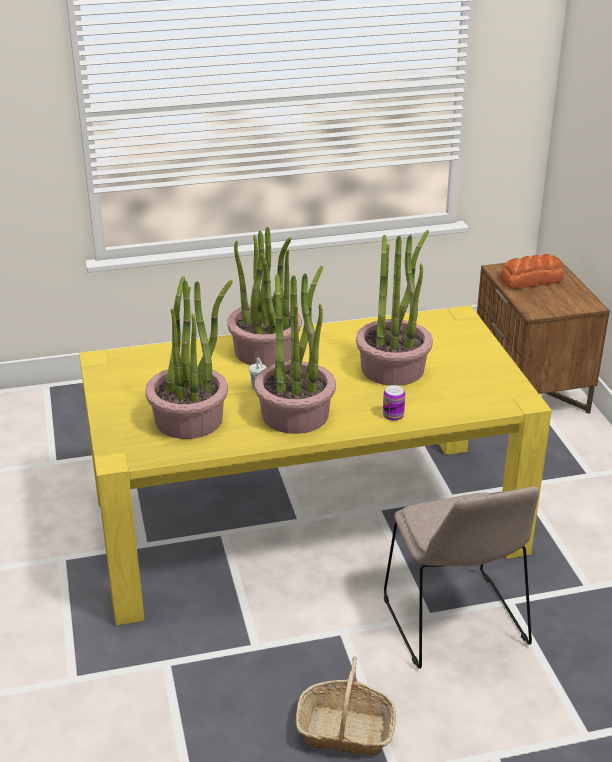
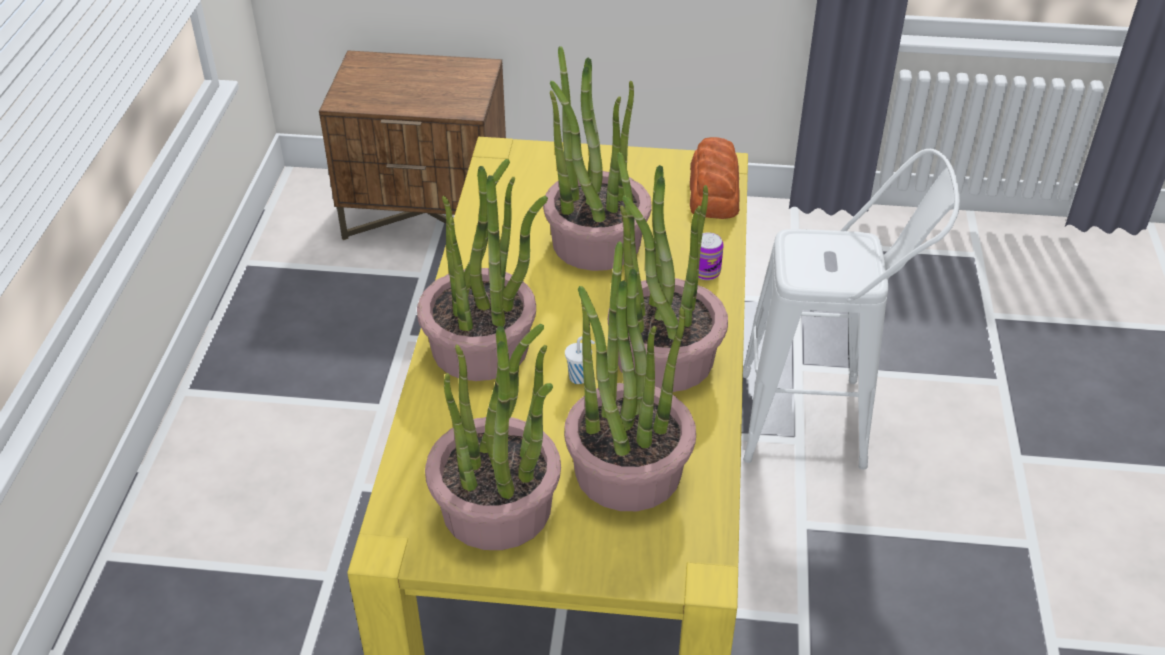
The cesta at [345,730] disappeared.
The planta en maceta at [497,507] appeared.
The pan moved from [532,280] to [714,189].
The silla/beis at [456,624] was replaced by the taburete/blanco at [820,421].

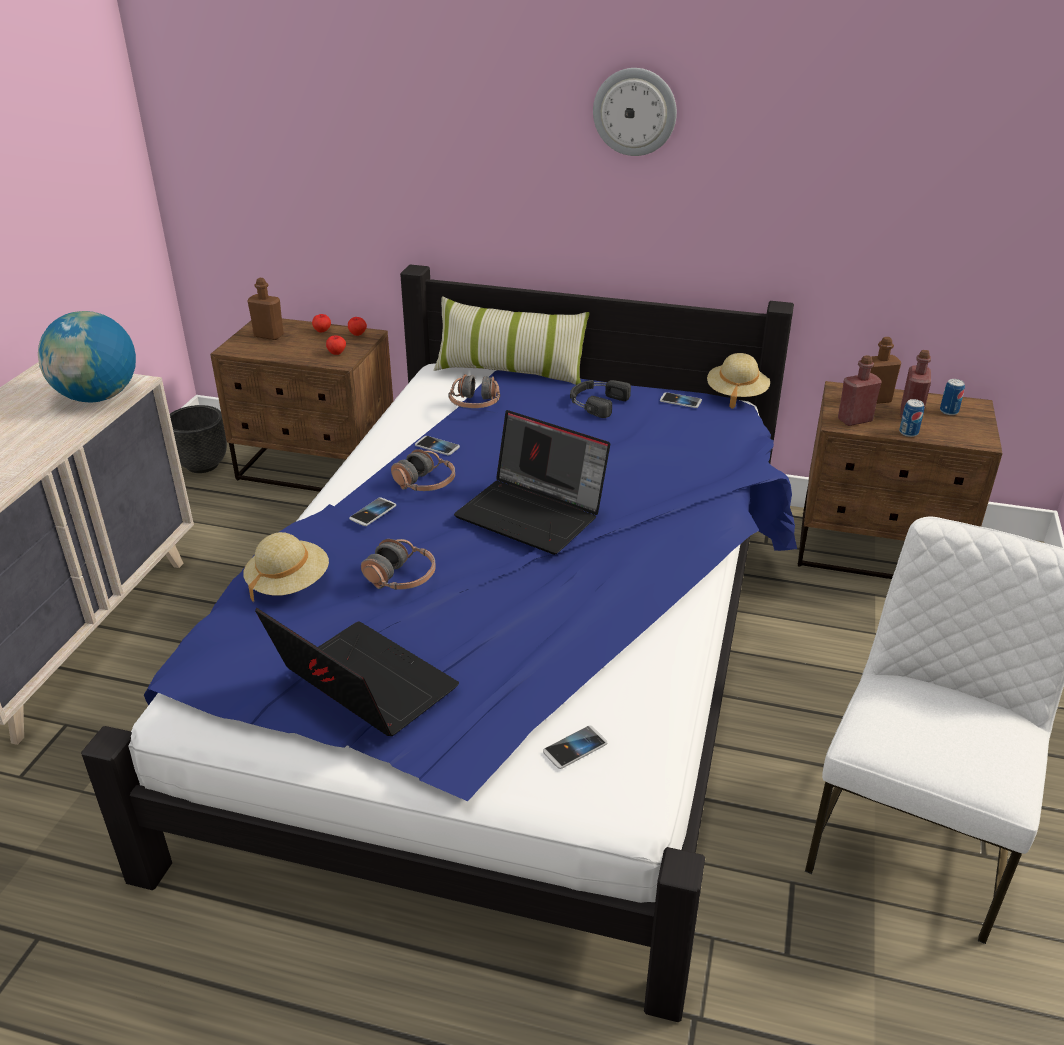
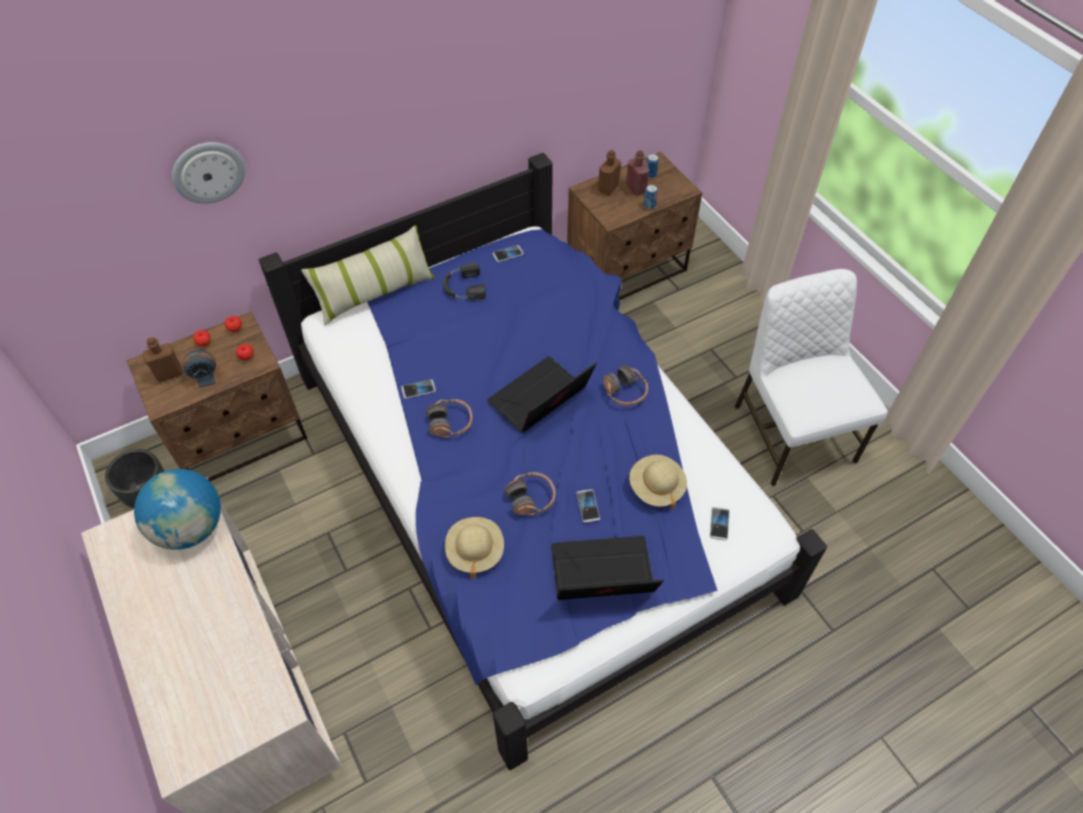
The botella/rojo at [854,420] disappeared.
The despertador at [206,377] appeared.
The móvil moved from [373,513] to [588,506].
The auriculares moved from [475,404] to [625,392].
The reloj de pared moved from [635,112] to [208,172].
The sombrero/beis moved from [736,394] to [656,487].
The portátil at [533,514] turned 150 degrees clockwise.

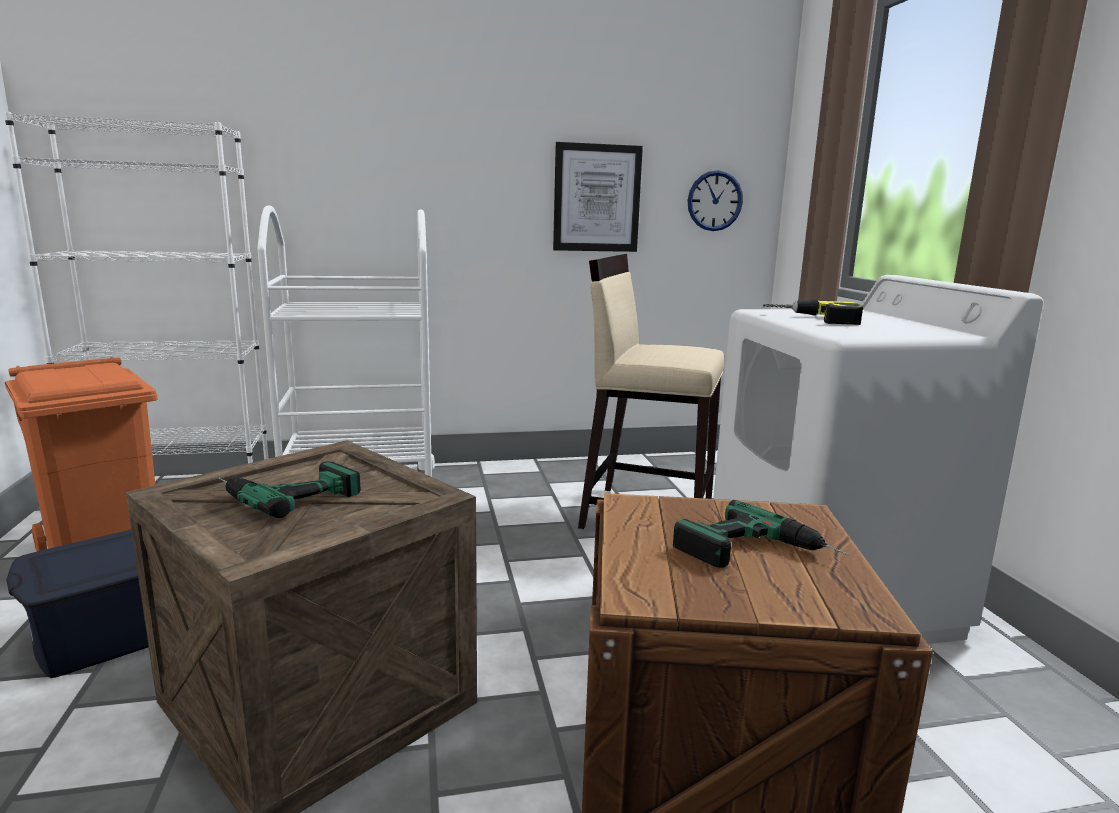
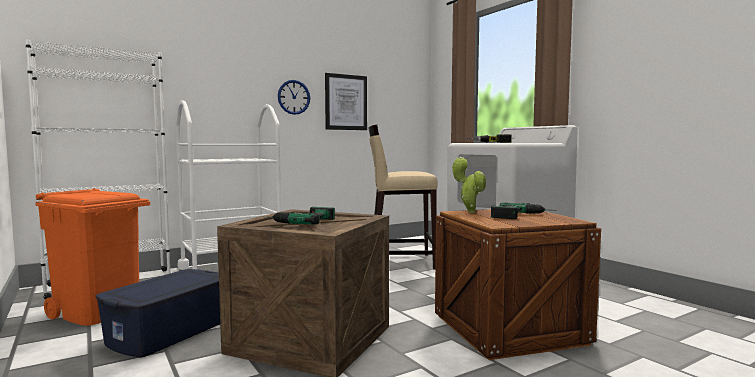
The planta en maceta at [469,211] appeared.
The reloj de pared moved from [714,201] to [294,97].

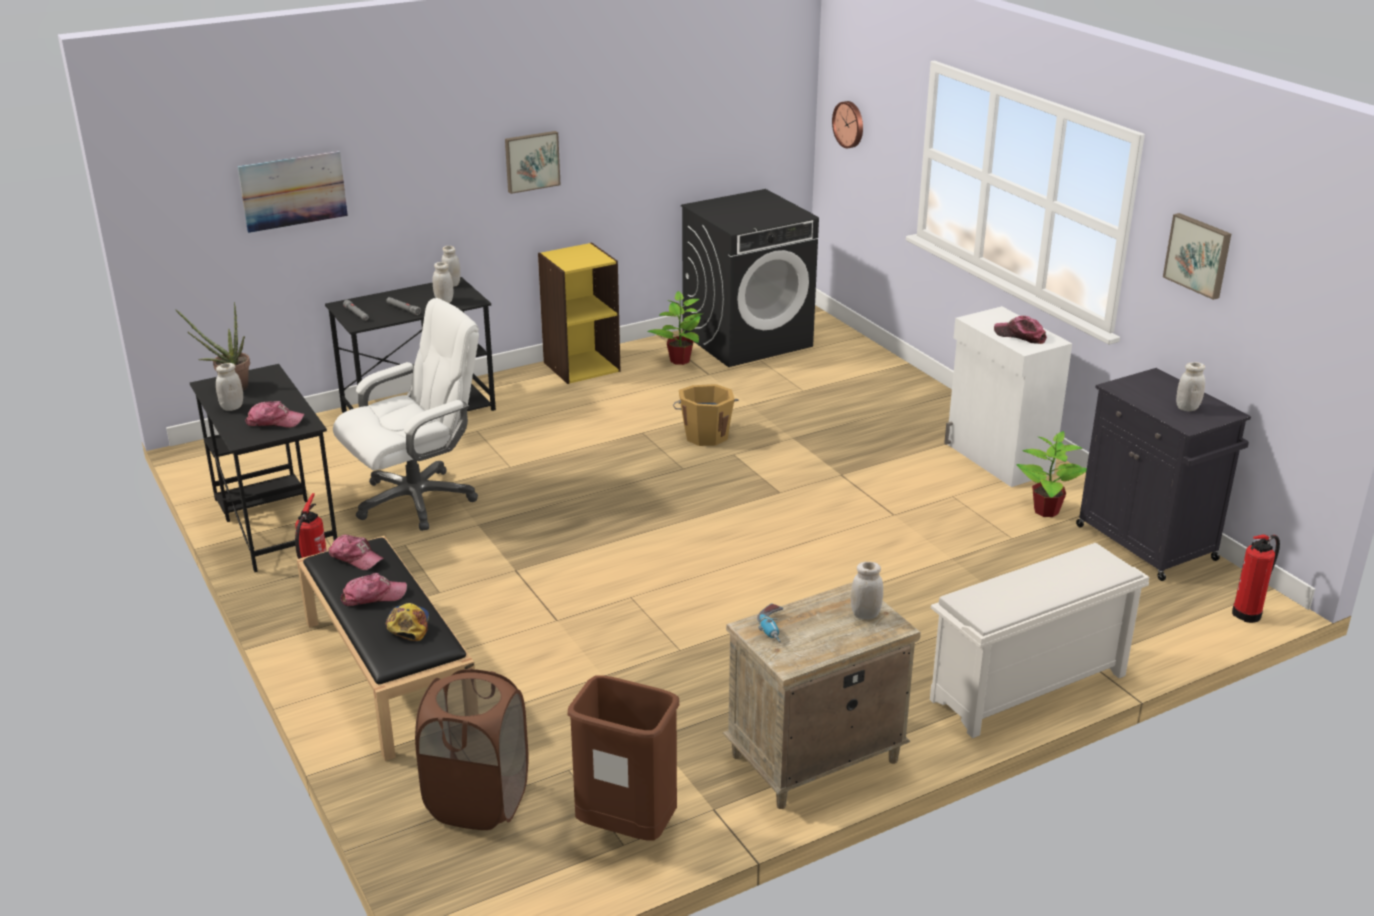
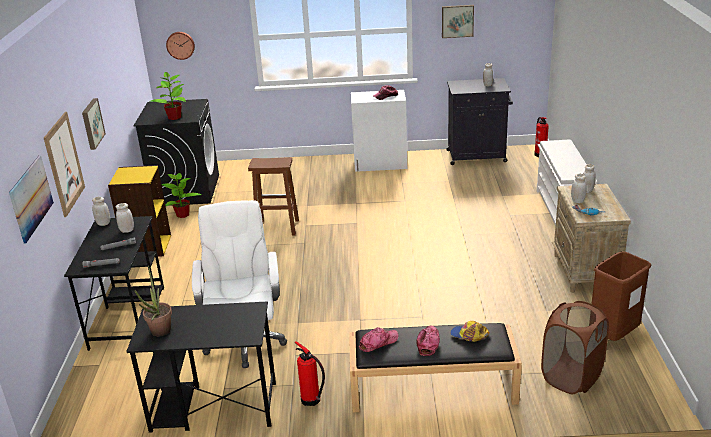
The gorra at [274,421] disappeared.
The cuadro at [64,164] appeared.
The tarro/blanco moved from [232,407] to [577,201].
The planta en maceta moved from [1045,511] to [174,117].
The cubo/naranja at [706,435] was replaced by the taburete/marrón at [276,228].

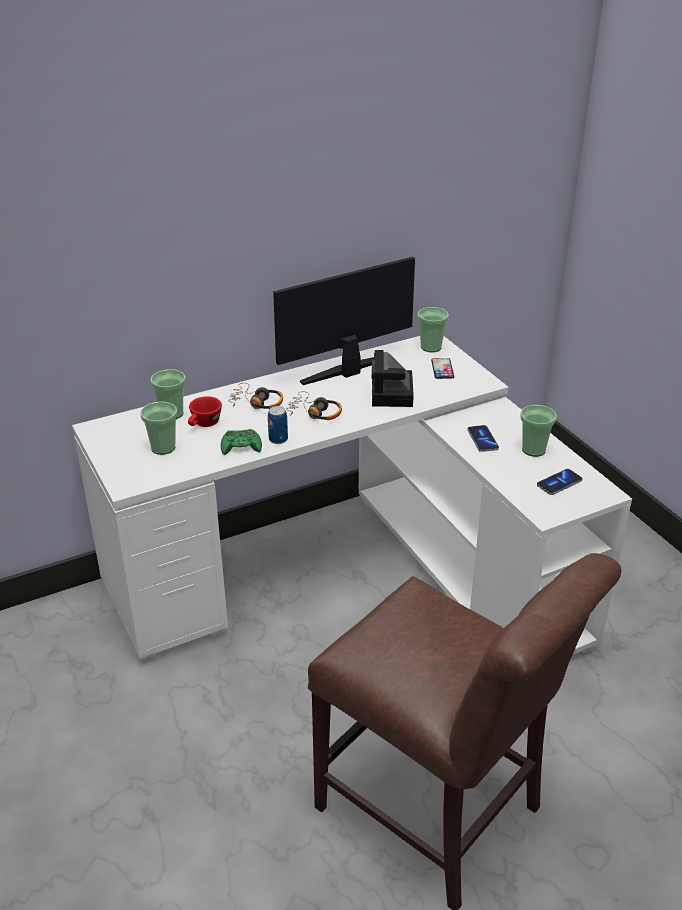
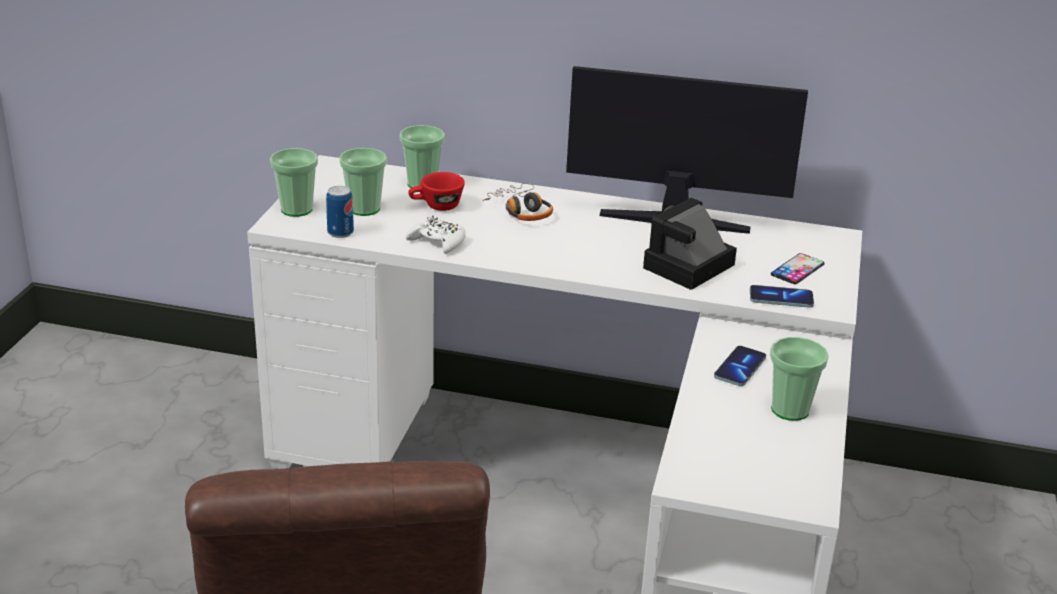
The auriculares at [314,413] disappeared.
The lata moved from [278,439] to [340,232].
The taza moved from [431,347] to [296,209].
The móvil moved from [559,483] to [781,298].
The mando de consola/verde at [241,447] became the mando de consola/blanco at [437,242].

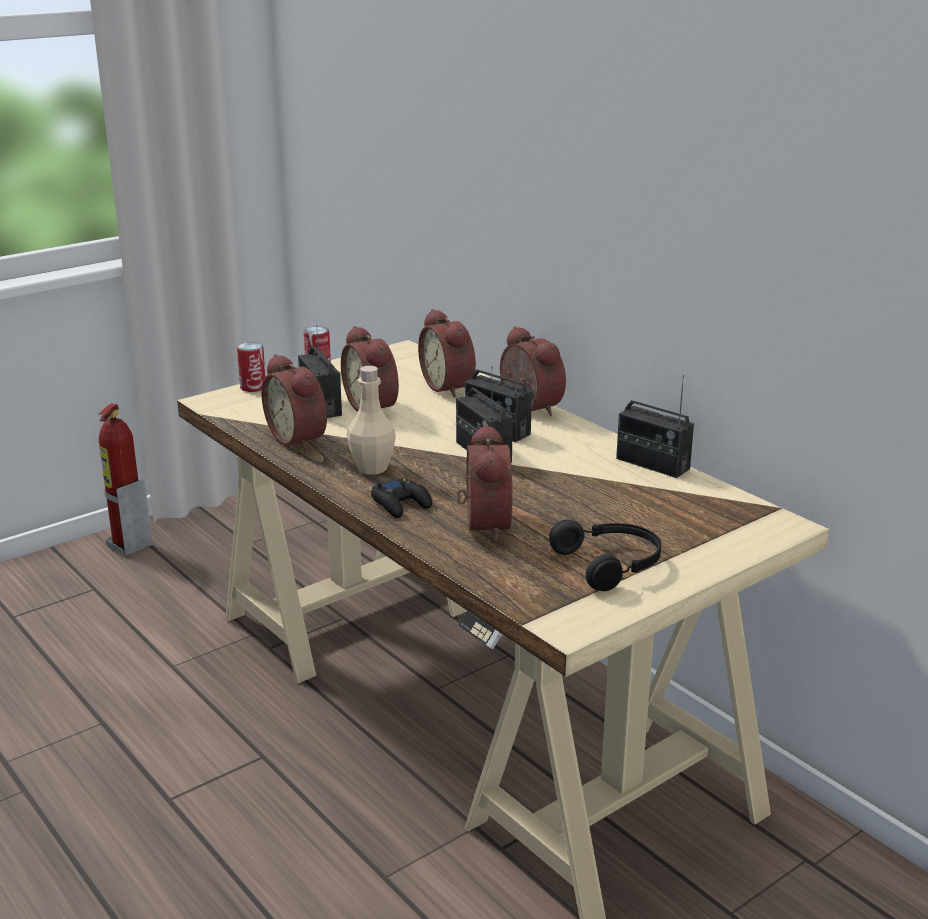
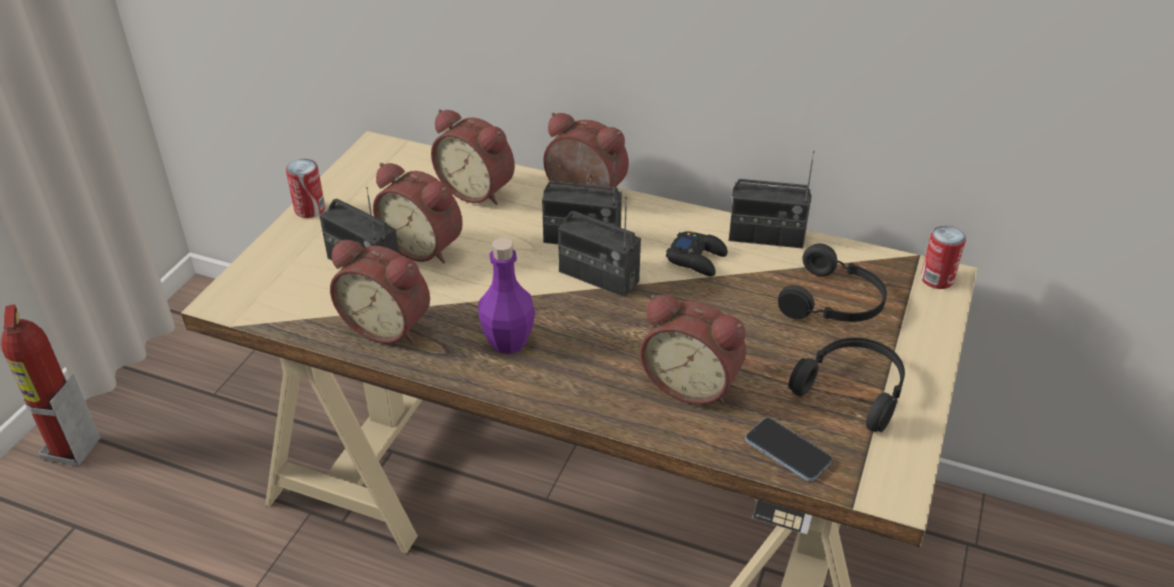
The móvil at [787,451] appeared.
The auriculares/negro at [834,303] appeared.
The lata moved from [253,387] to [937,279].
The mando de consola/negro moved from [401,504] to [697,259].
The botella/beis at [372,468] became the botella/morado at [508,342].
The despertador at [482,525] turned 150 degrees clockwise.

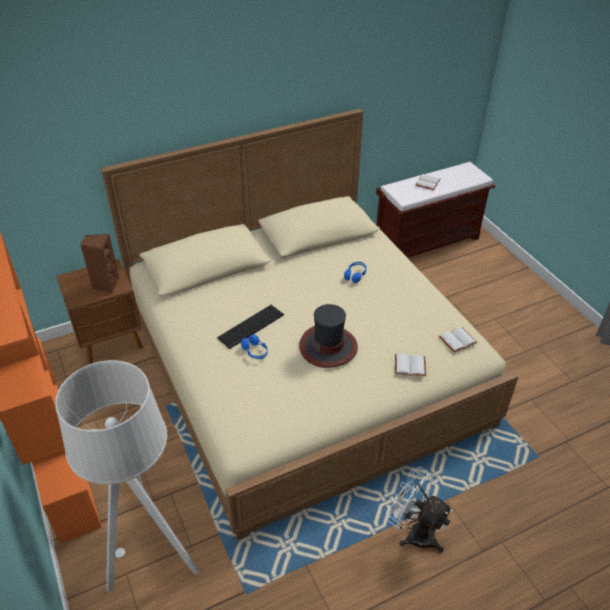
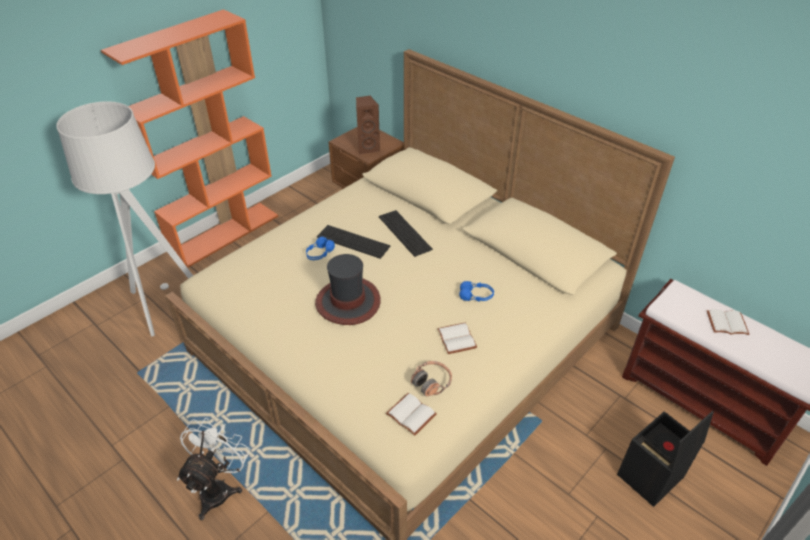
The teclado at [404,233] appeared.
The auriculares at [431,382] appeared.
The caja de almacenaje/negro at [650,477] appeared.
The libro/blanco moved from [410,365] to [458,339].

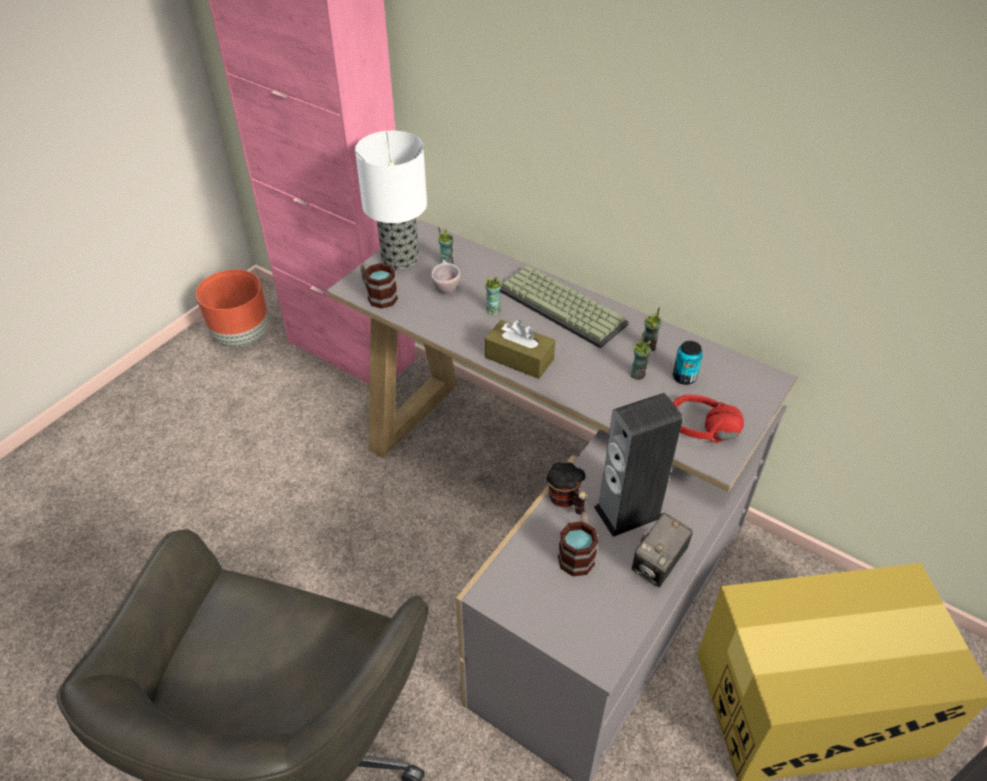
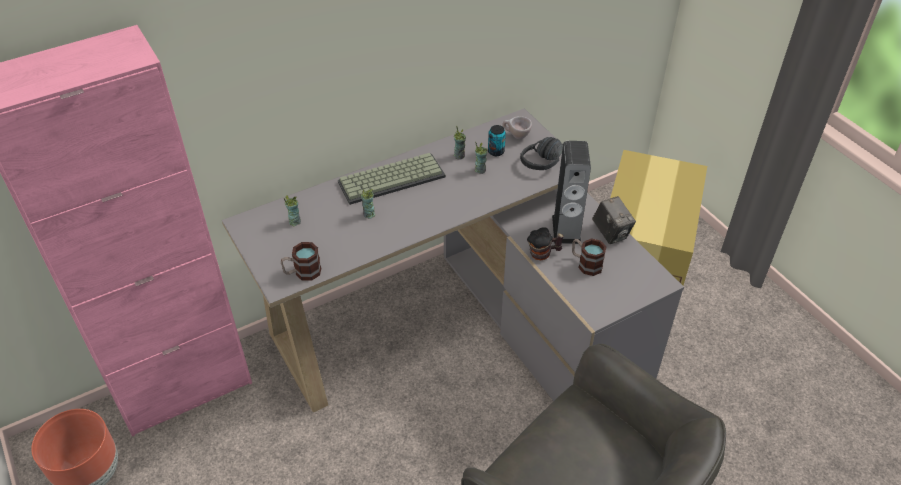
The lámpara de mesa at [401,259] disappeared.
The caja de pañuelos/marrón at [519,358] disappeared.
The taza/beis moved from [445,287] to [516,136].
The auriculares/rojo at [701,436] became the auriculares/negro at [548,165].

